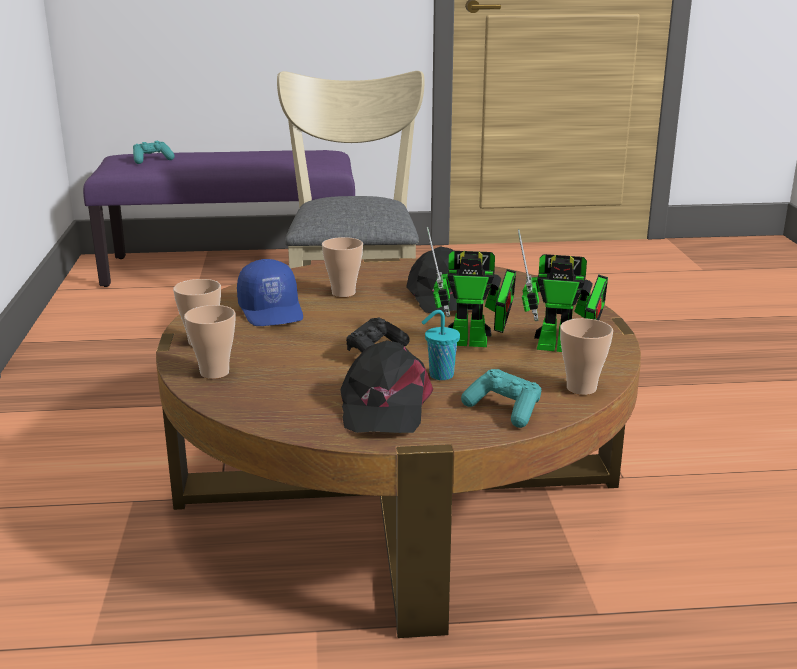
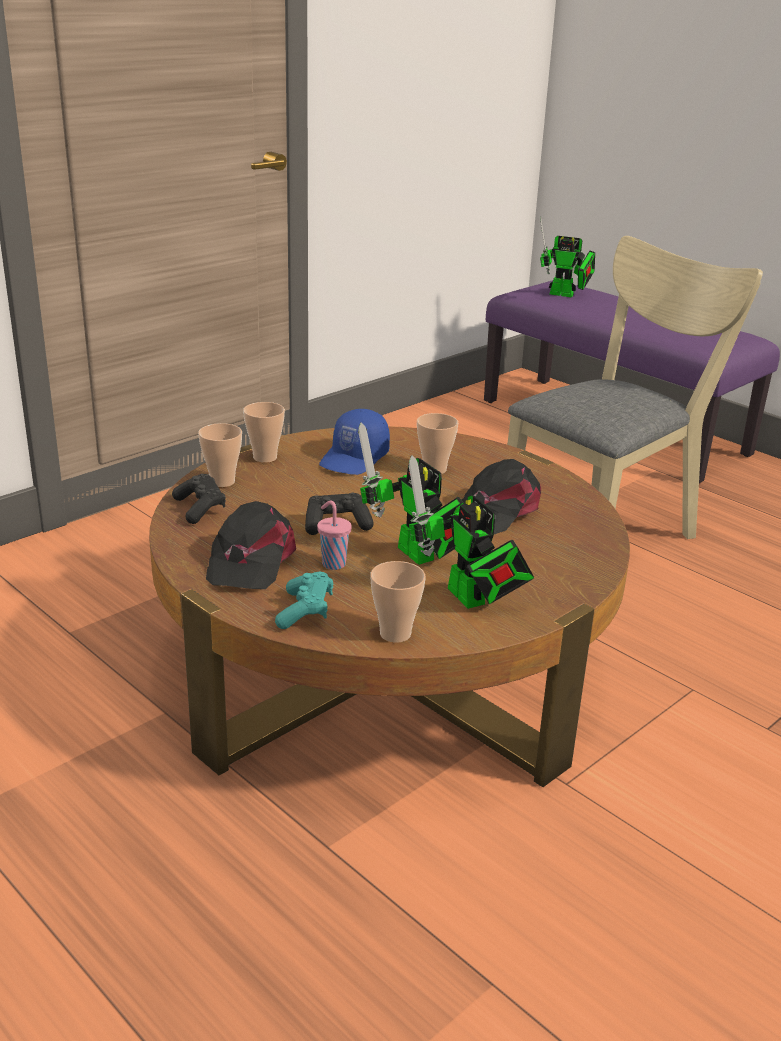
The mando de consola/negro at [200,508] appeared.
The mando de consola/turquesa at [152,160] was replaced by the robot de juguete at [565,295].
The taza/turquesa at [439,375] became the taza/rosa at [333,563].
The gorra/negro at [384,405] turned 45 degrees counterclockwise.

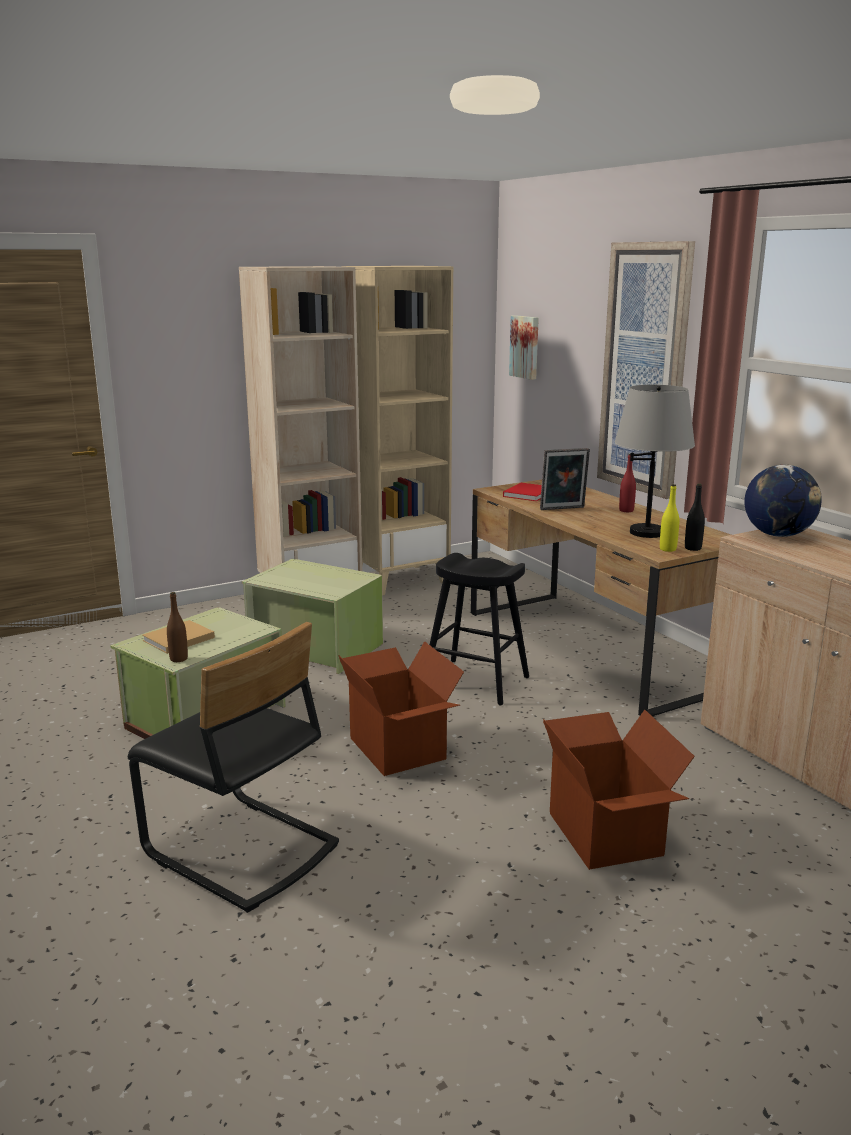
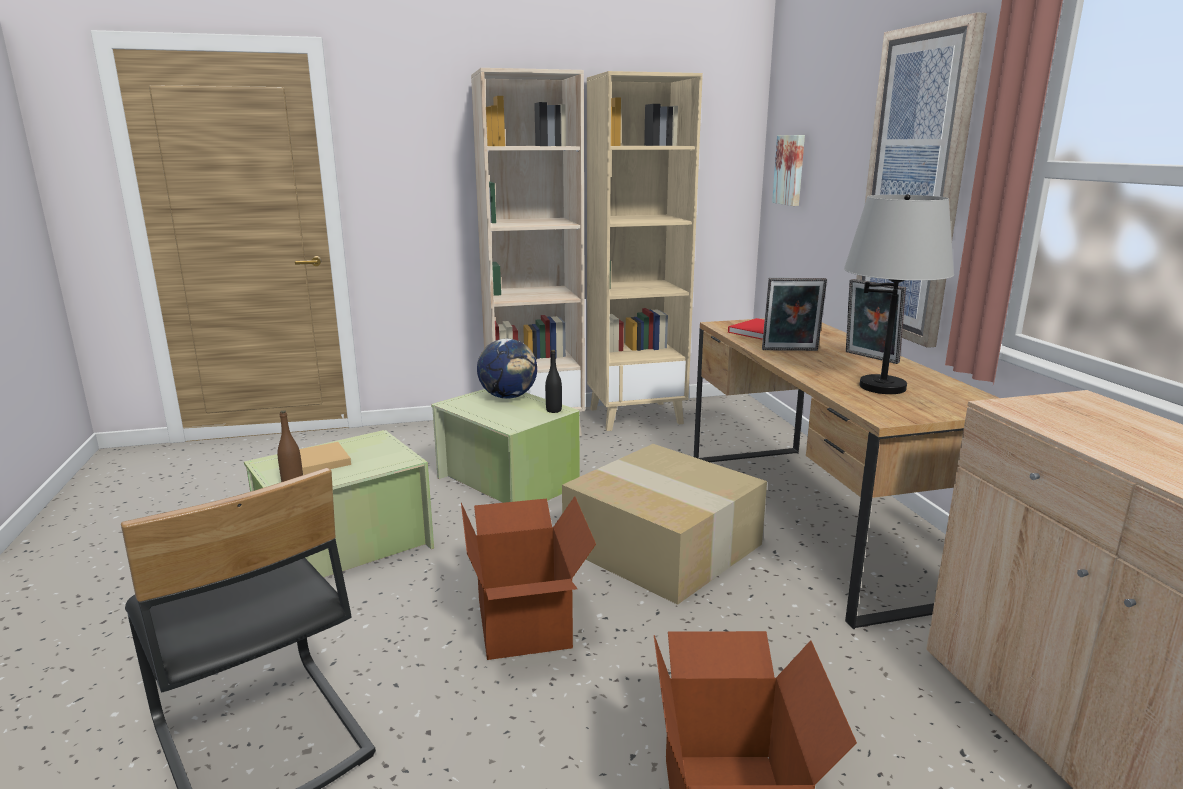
The botella/amarillo at [667,549] disappeared.
The botella/negro moved from [693,548] to [554,410].
The globo terráqueo moved from [778,535] to [508,397].
The taburete/negro at [476,682] was replaced by the caja de cartón at [659,546].
The botella/rojo at [626,510] was replaced by the portarretratos at [869,358].

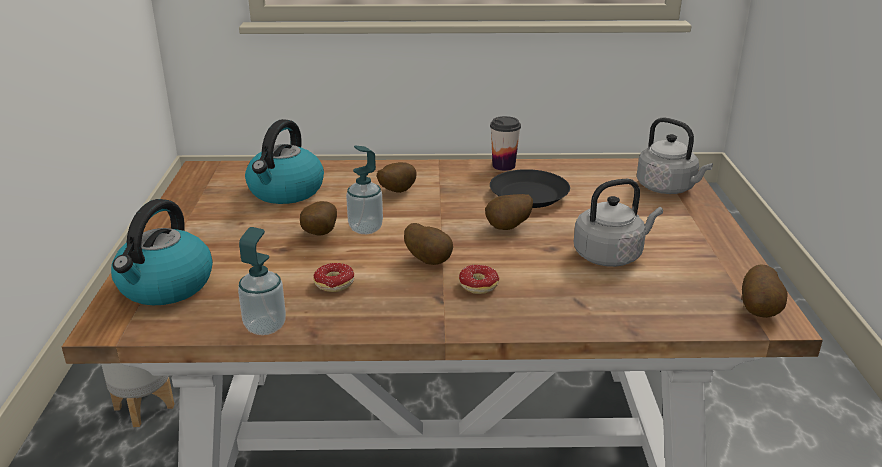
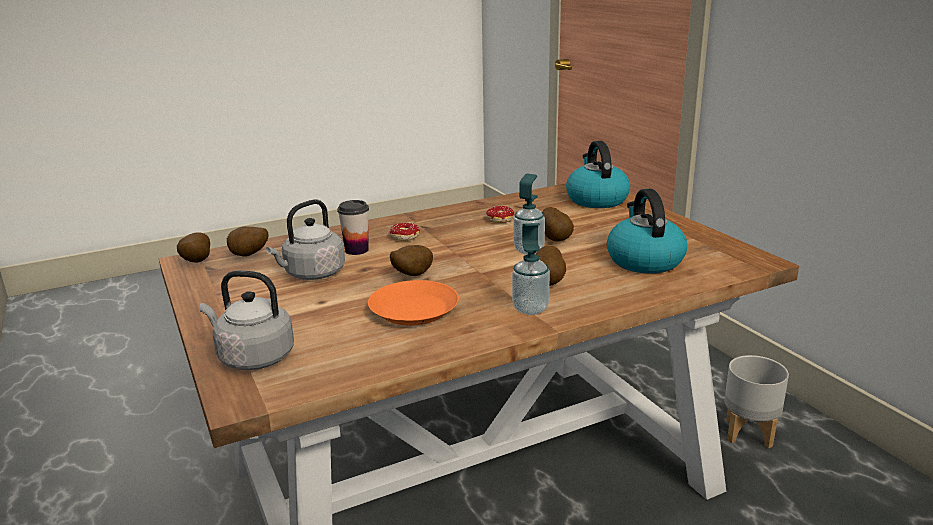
The dispensador de jabón moved from [265,326] to [530,309].
The patata moved from [430,260] to [249,256].
The taza moved from [503,166] to [356,250].
The plato/negro at [530,195] became the plato/naranja at [413,310].

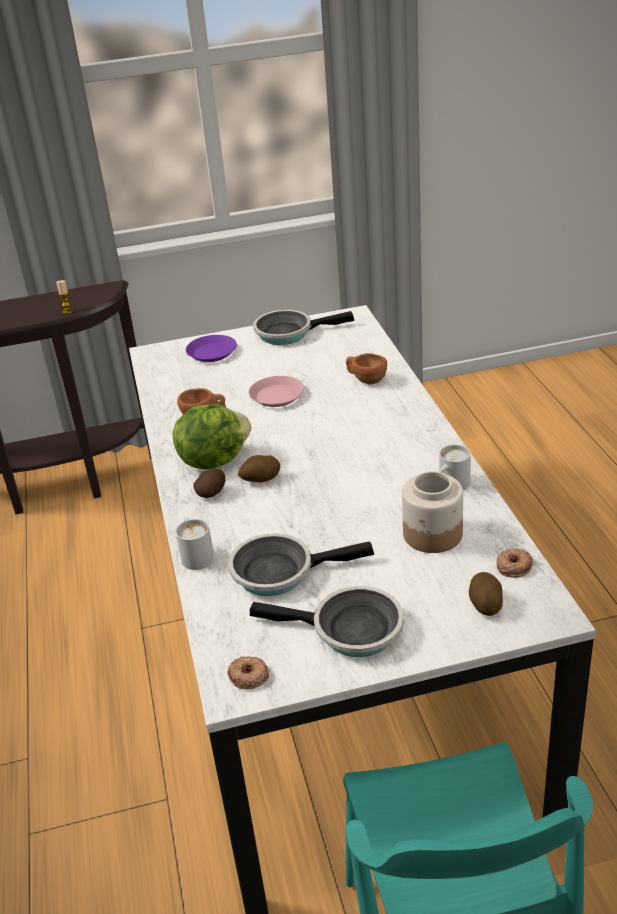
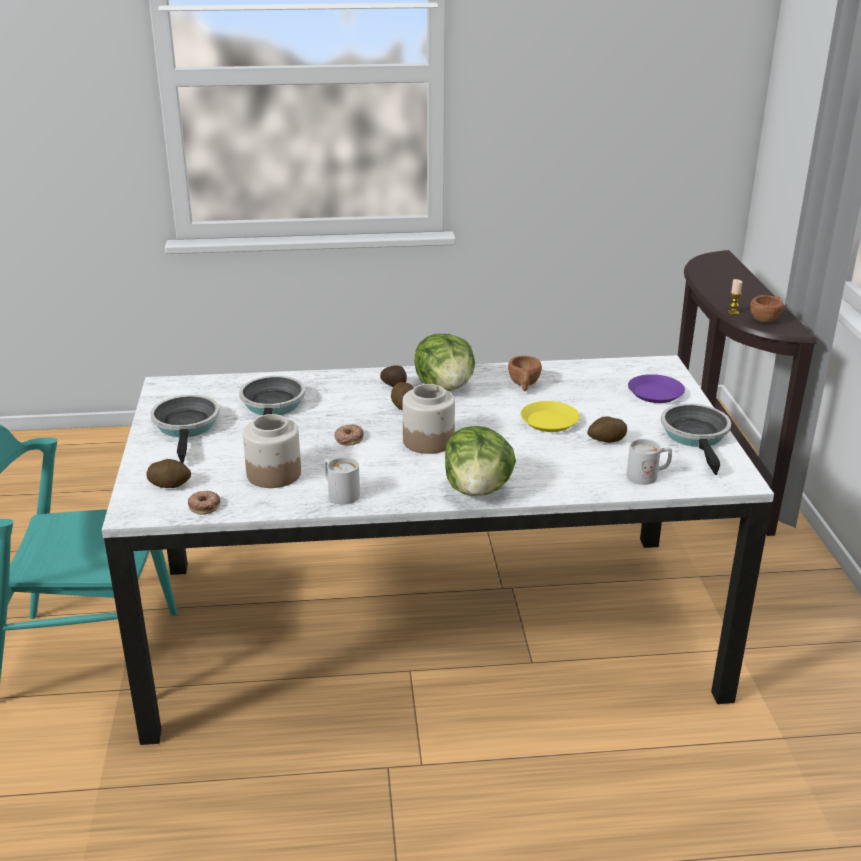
The tarro at [429,441] appeared.
The lechuga at [478,490] appeared.
The patata at [606,440] appeared.
The taza grande/blanco moved from [195,554] to [648,476].
The rosquilla moved from [248,676] to [348,438].
The taza/marrón moved from [366,379] to [766,319].
The plato/rosa at [277,396] became the plato/amarillo at [549,421].
The sartén at [350,631] turned 150 degrees clockwise.

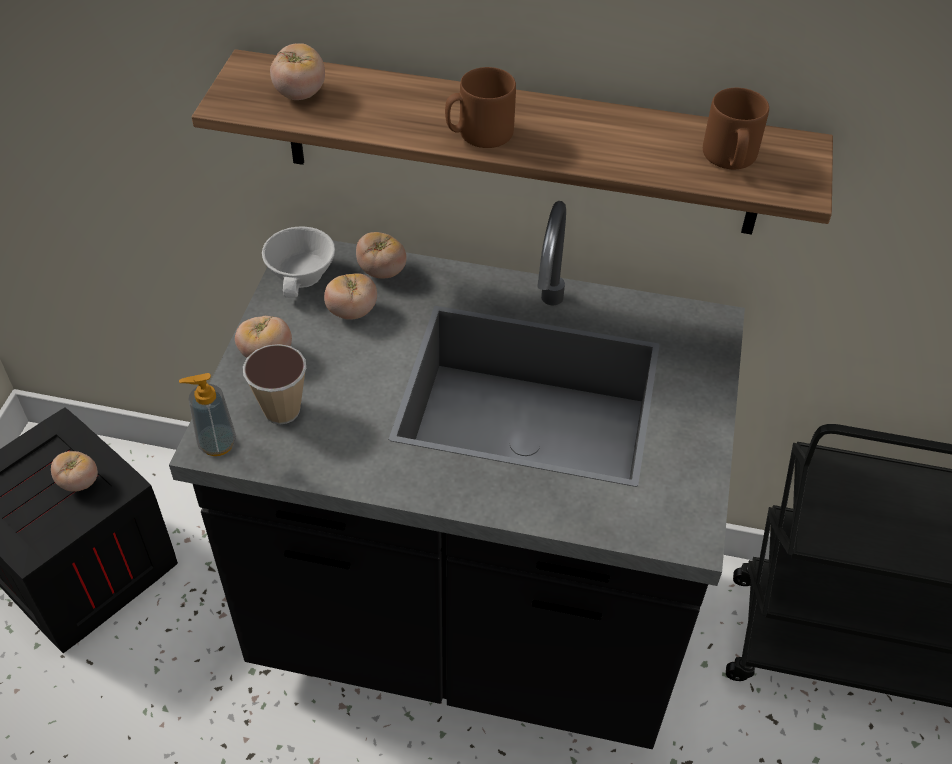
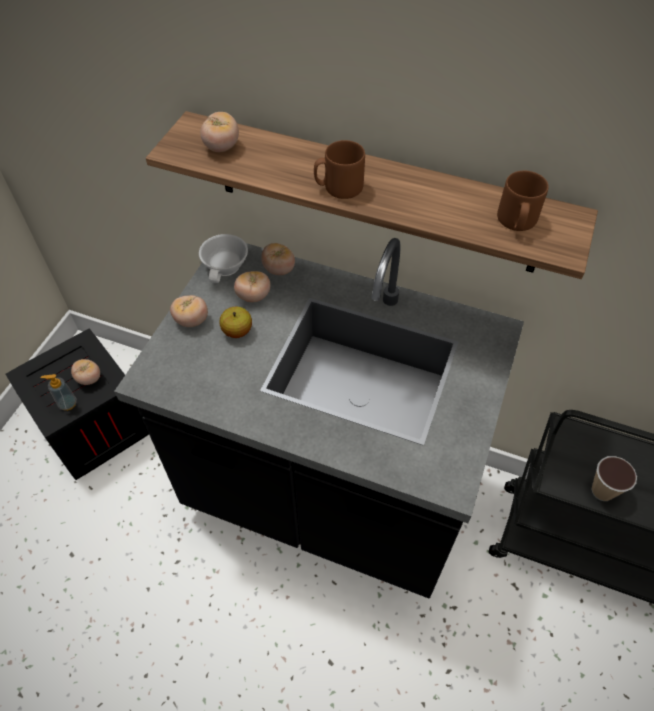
The manzana at [237,331] appeared.
The dispensador de jabón moved from [217,443] to [68,404].
The taza moved from [282,410] to [602,491].

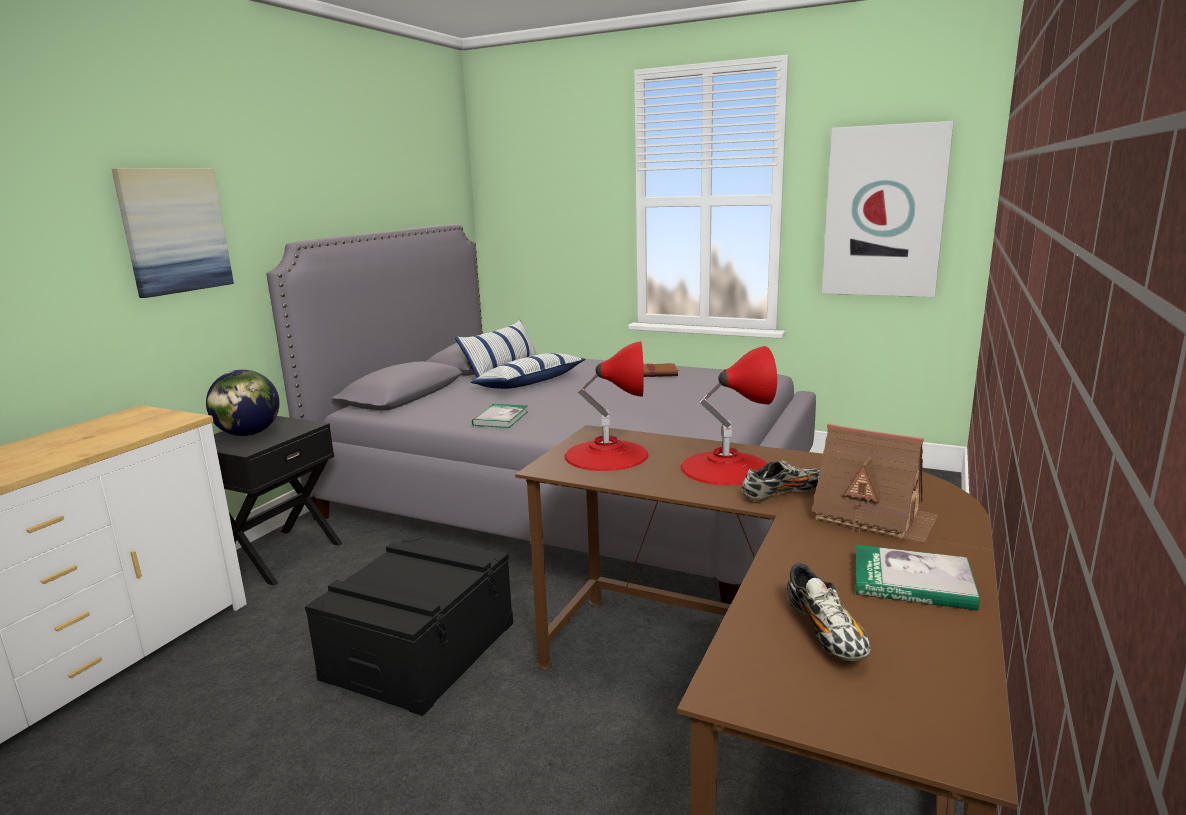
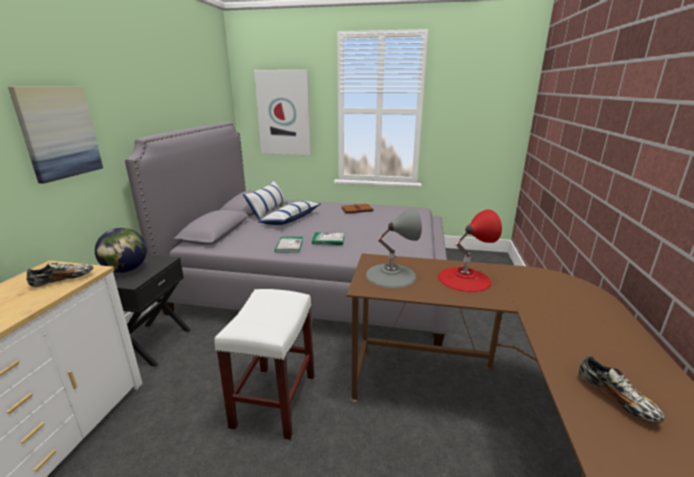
The casita at [873,517] disappeared.
The zapato moved from [783,493] to [63,280].
The cuadro moved from [883,212] to [284,113].
The libro moved from [912,582] to [328,240].
The caja de almacenaje/negro at [420,650] was replaced by the taburete/blanco at [274,400].
The lámpara de mesa/rojo at [606,455] became the lámpara de mesa/gris at [391,275].

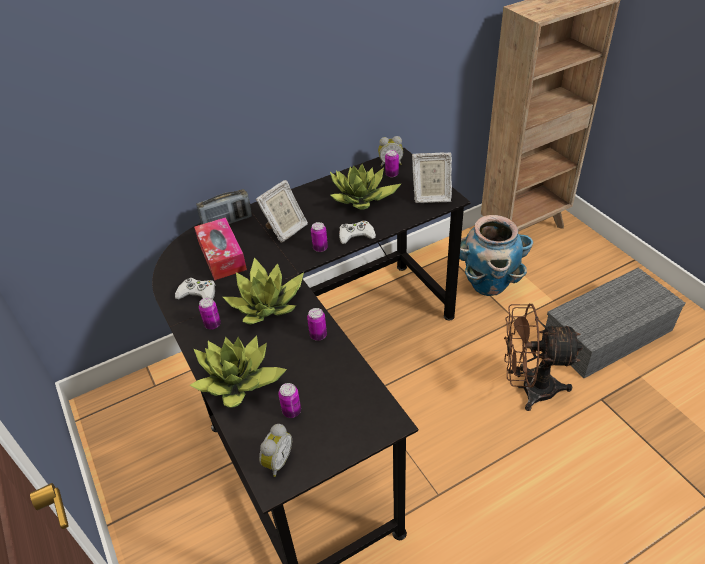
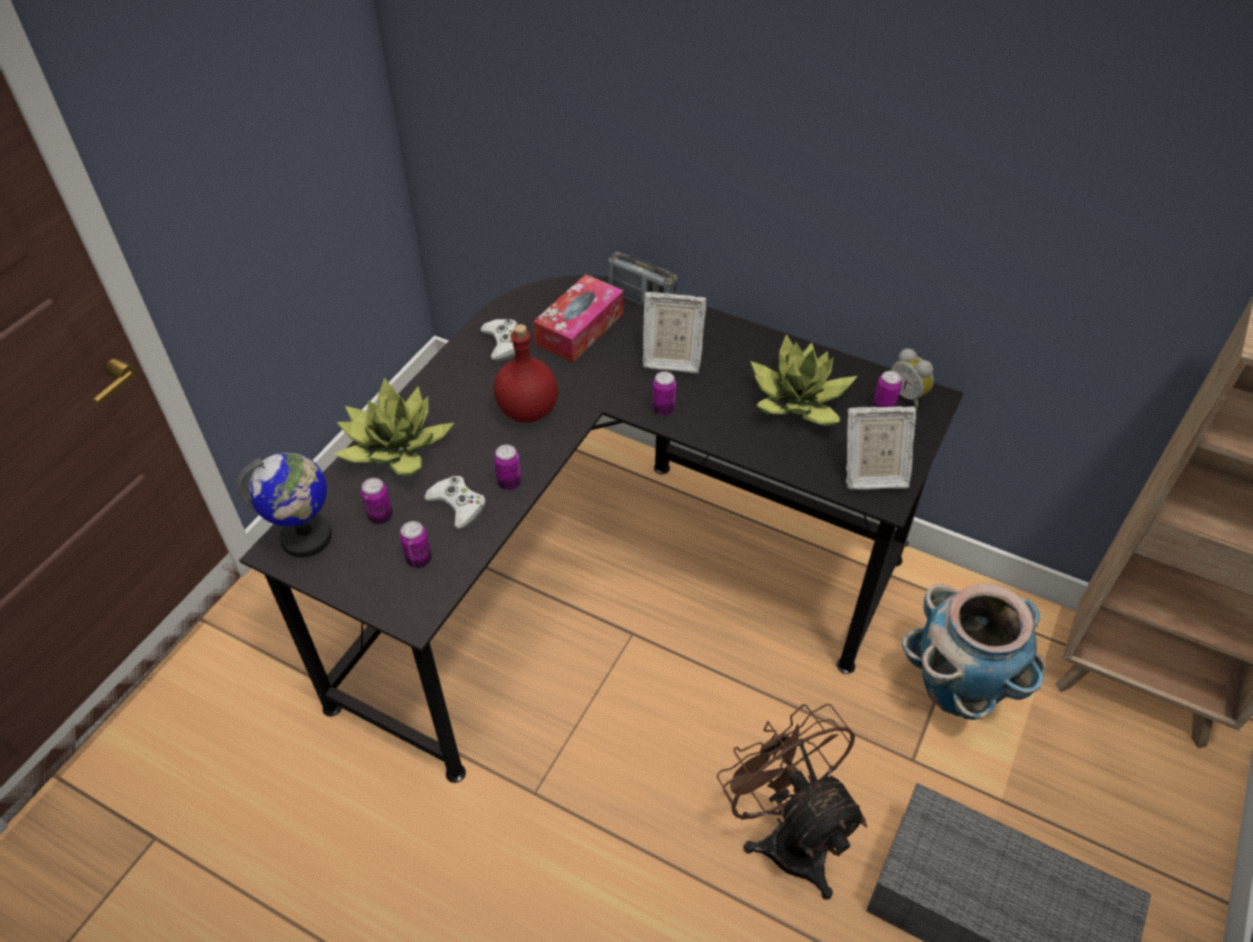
The lata moved from [212,324] to [419,559].
The mando de consola/blanco moved from [356,235] to [458,505].
The planta en maceta at [267,304] was replaced by the botella/rojo at [529,410].
The despertador at [277,461] was replaced by the globo terráqueo at [307,538].
The portarretratos at [431,196] turned 60 degrees counterclockwise.

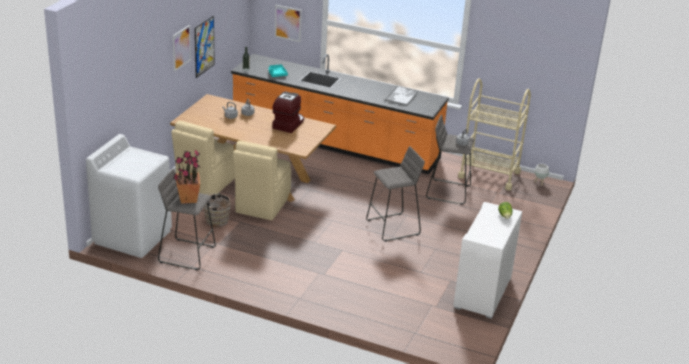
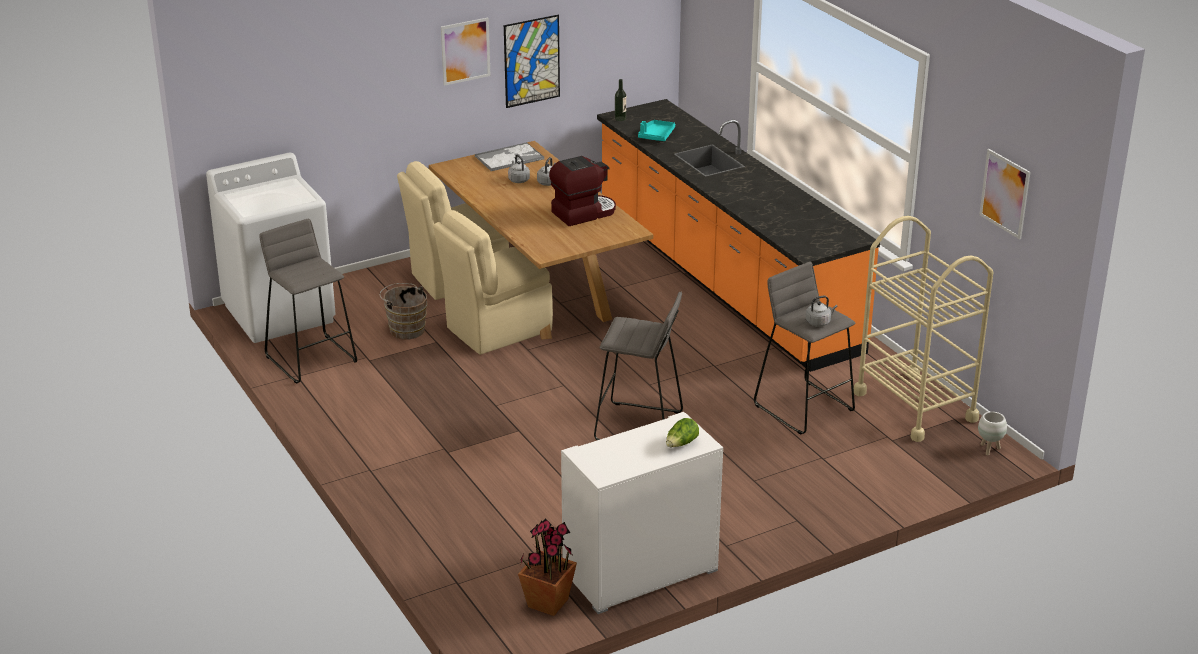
The planta en maceta moved from [188,198] to [548,602].
The cuadro moved from [288,23] to [1005,193].
The bandeja moved from [402,96] to [510,158].

